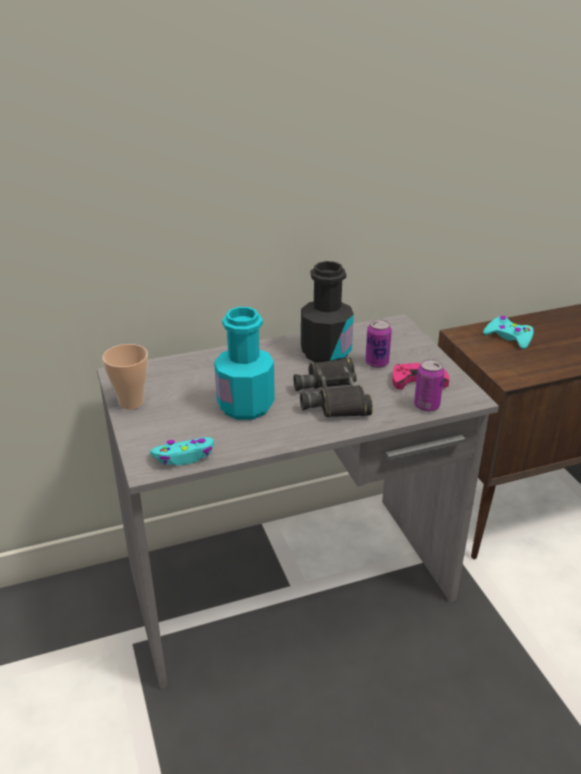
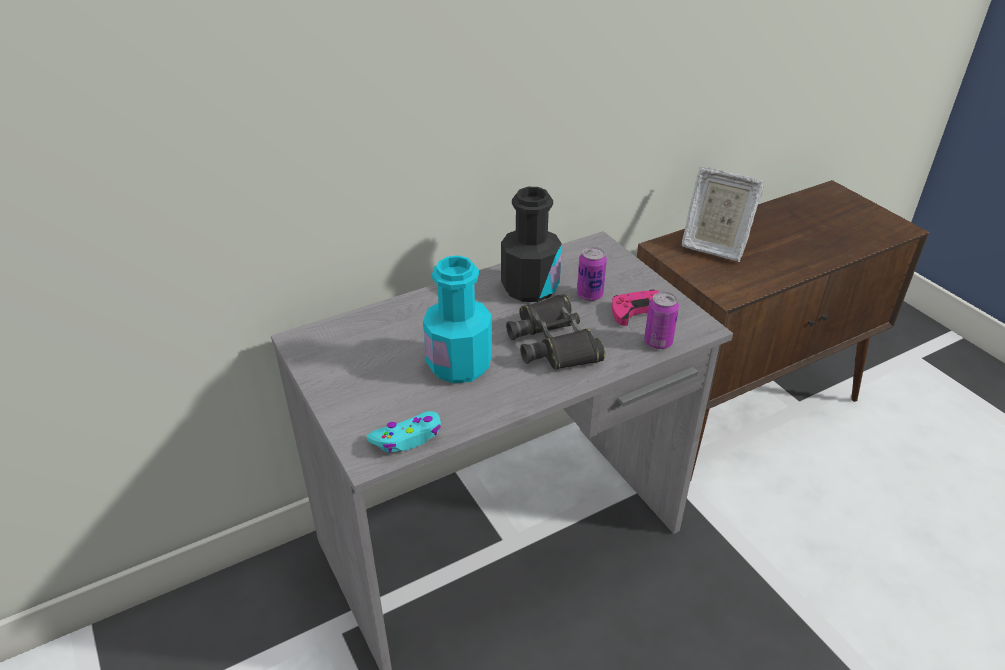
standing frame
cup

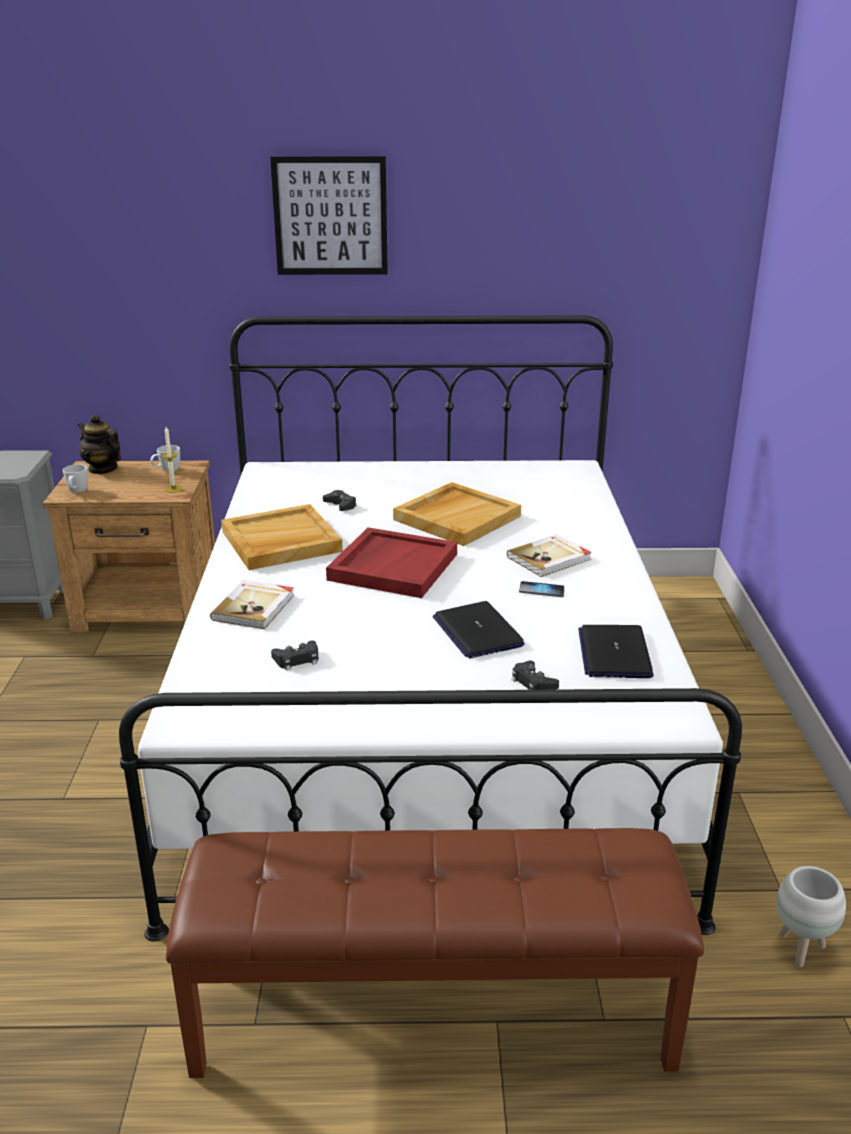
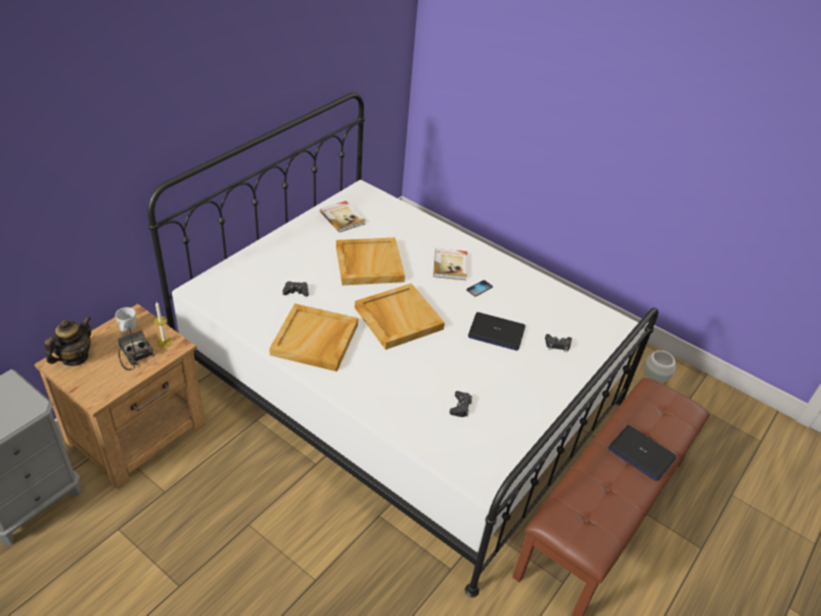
pot for tea
radio receiver
volume (1st from left)
serving tray (sand-coloured) (3rd from left)
laptop (2nd from left)
mug (white) (1st from left in the first image)
wall picture

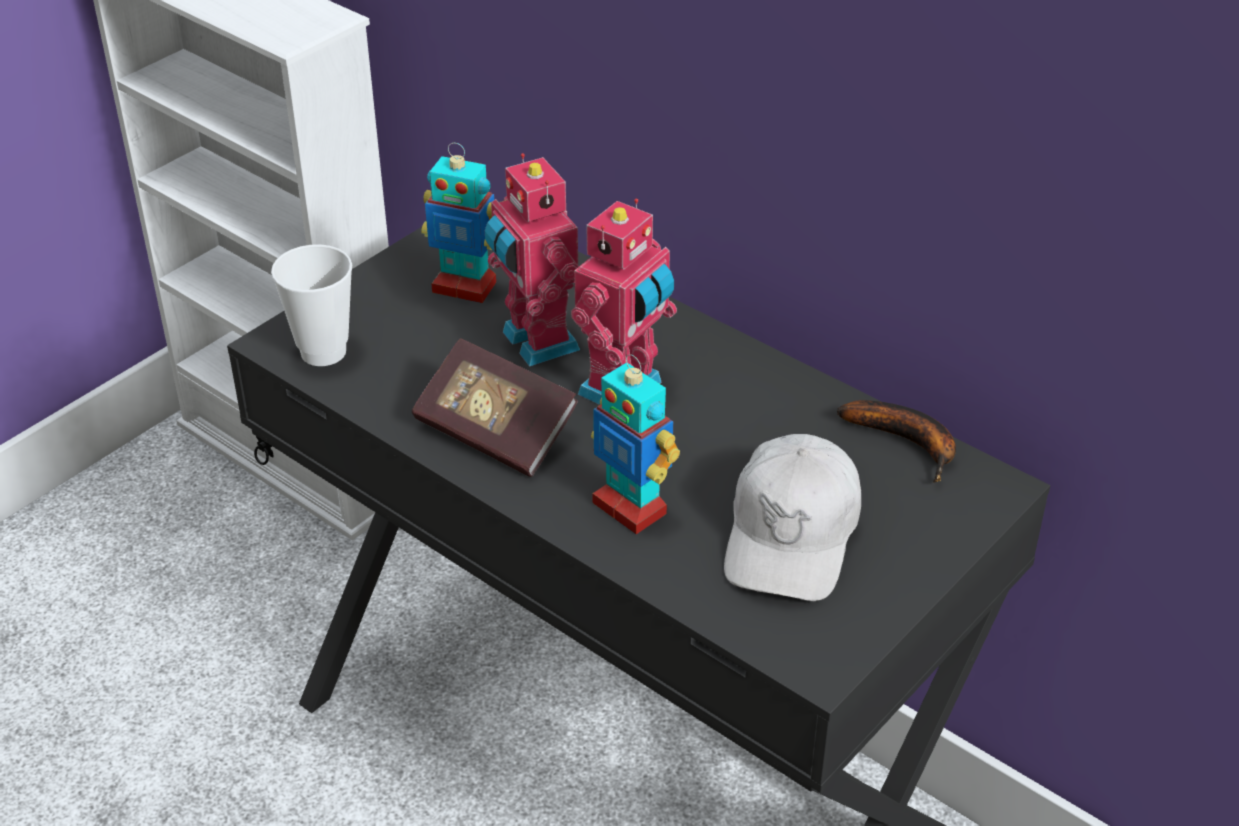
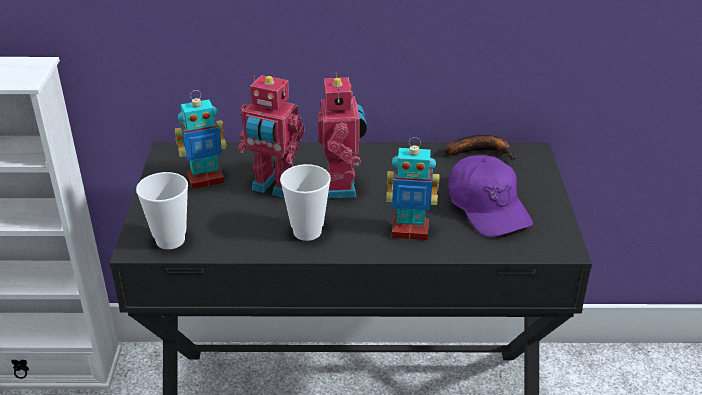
cup (2nd from left)
cap (purple)

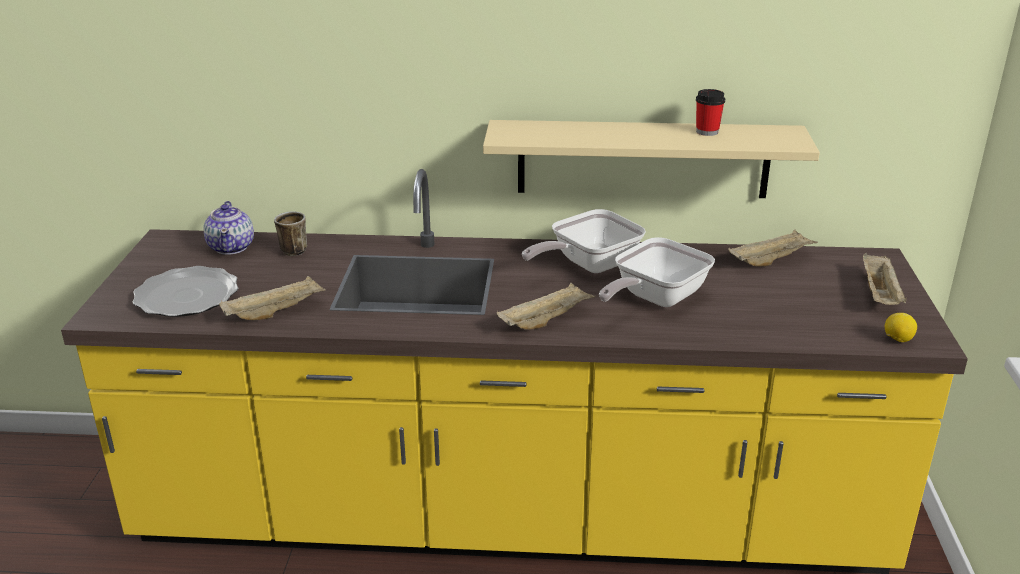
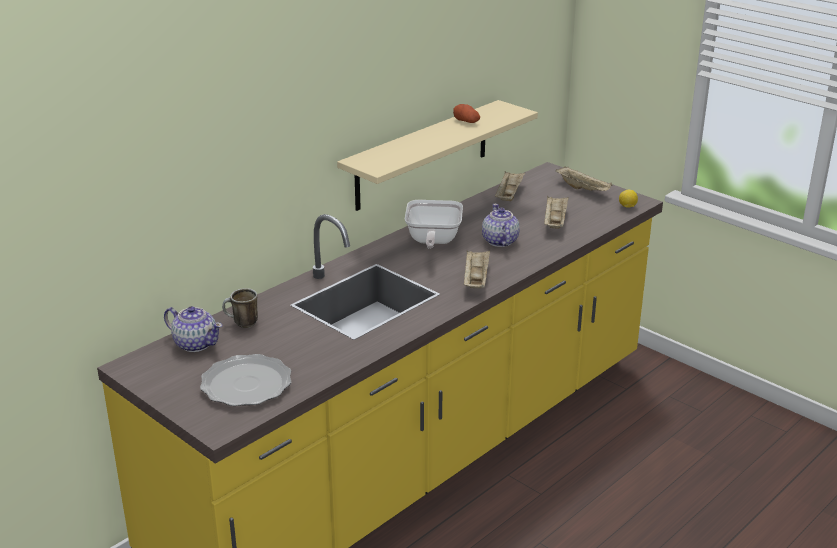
potato
pot for tea (2nd from left)
serving tray (sand-coloured) (3rd from left)

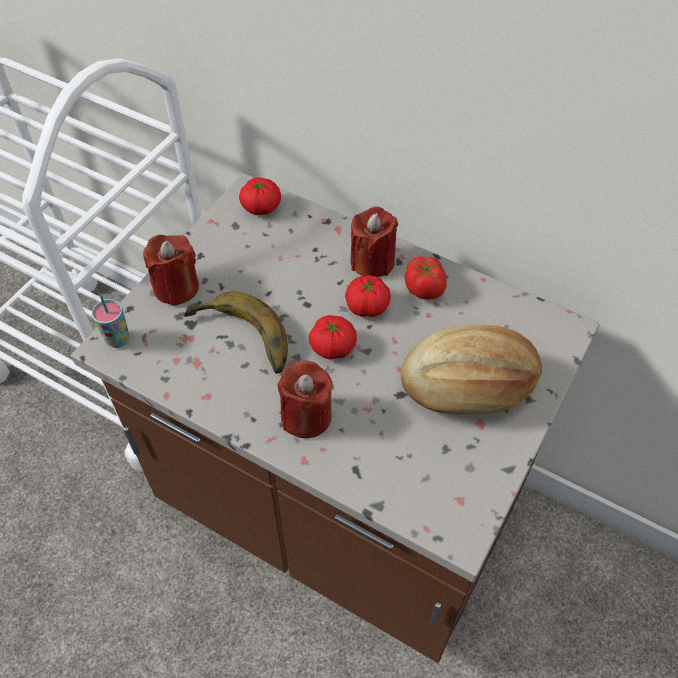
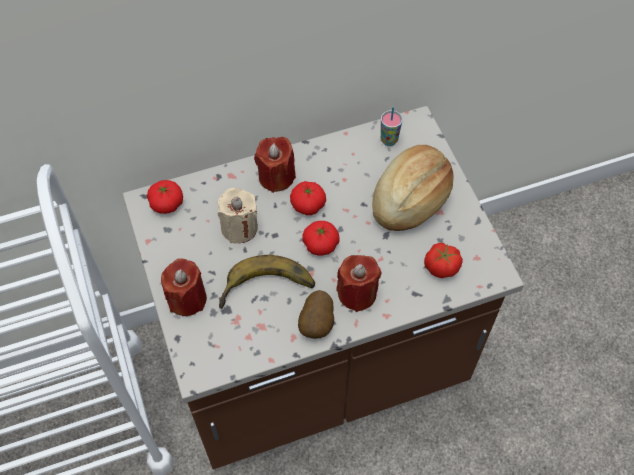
wax light (sand-coloured)
potato
cup
fresh tomato (4th from left)

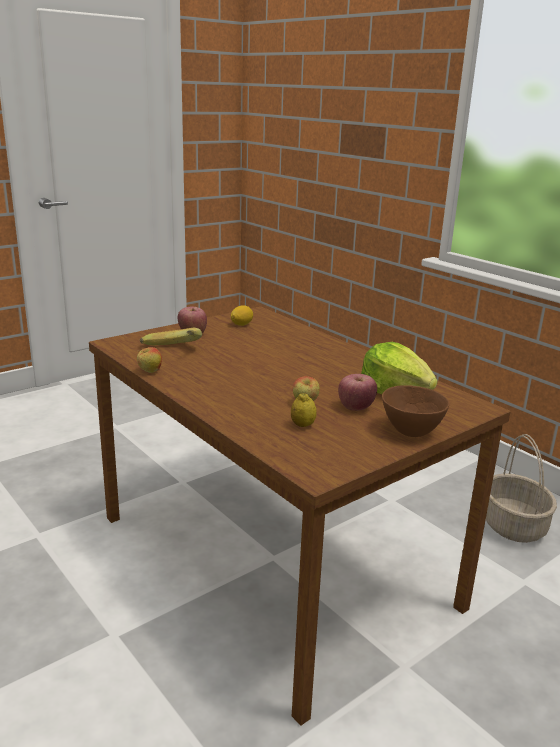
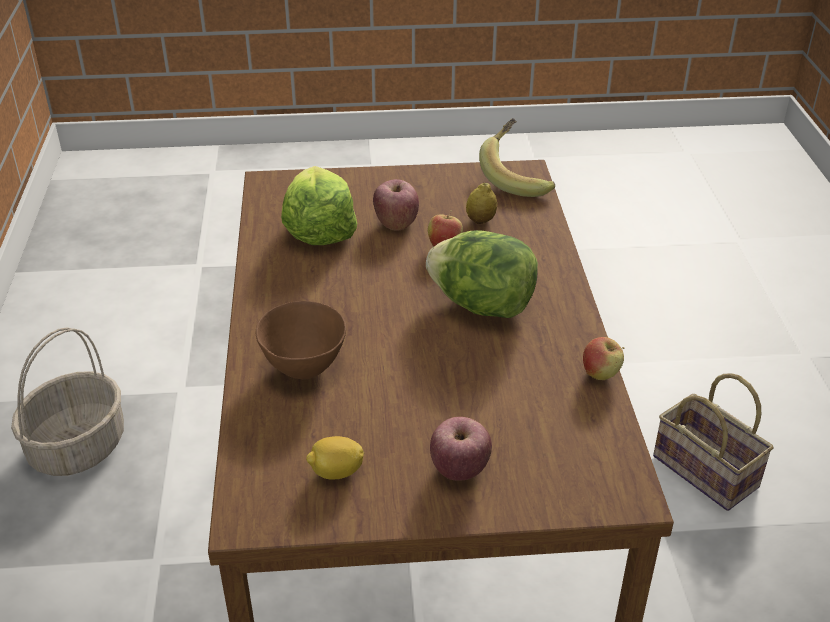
serving bowl (brown-coloured)
lettuce head (2nd from left)
banana fruit
storage basket (2nd from left)

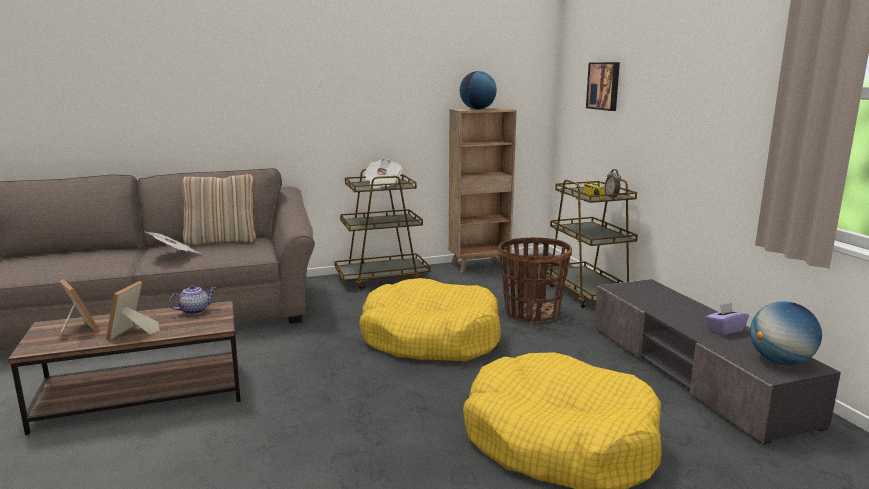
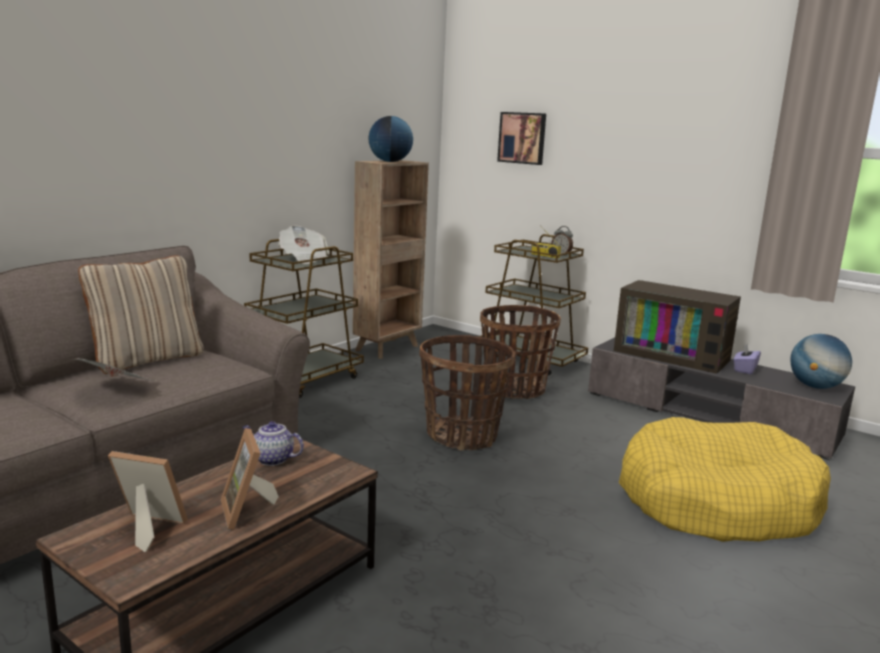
pot for tea
storage basket (1st from left)
TV

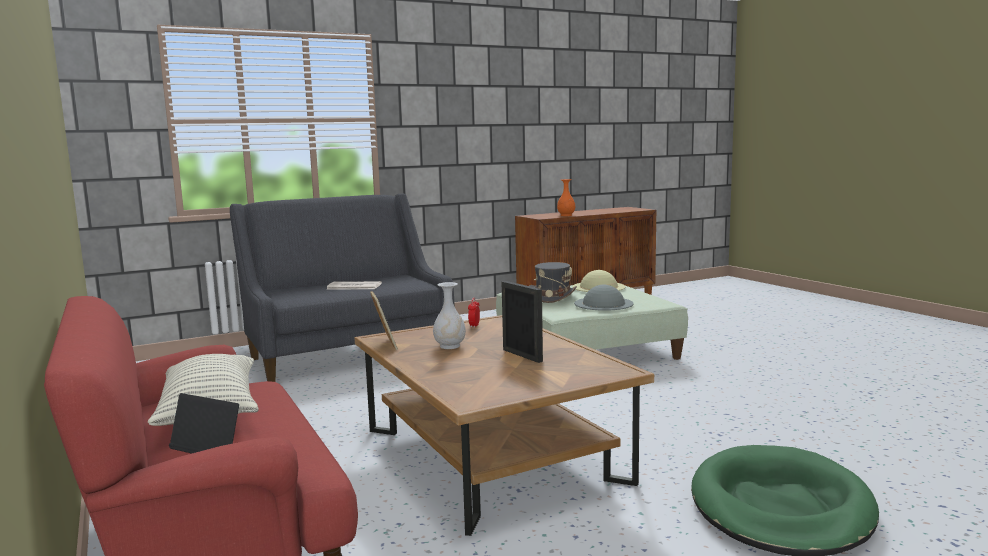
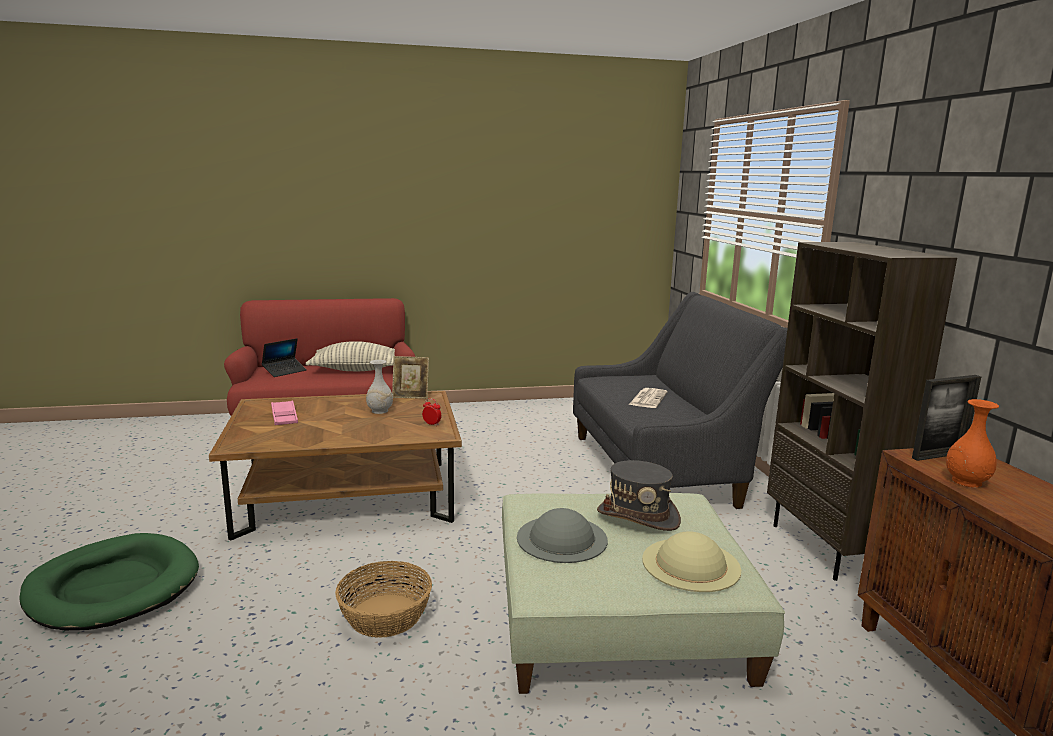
serving tray (pink)
storage basket
bookshelf (brown-coloured)
standing frame (2nd from left)

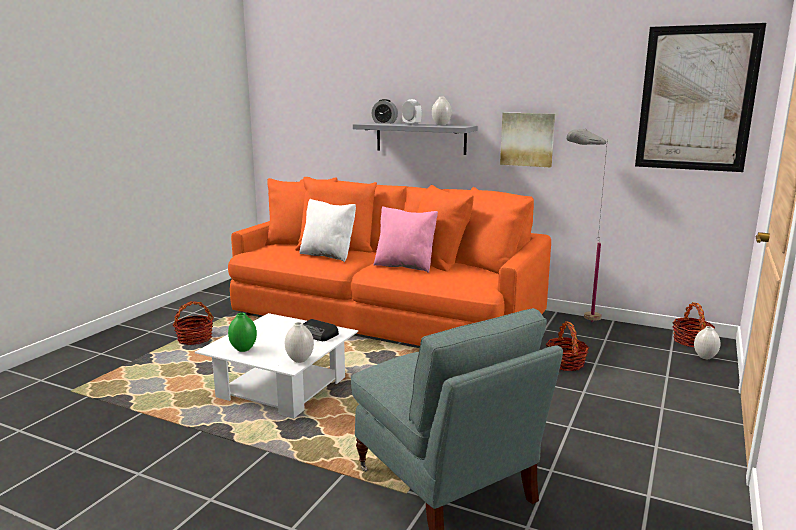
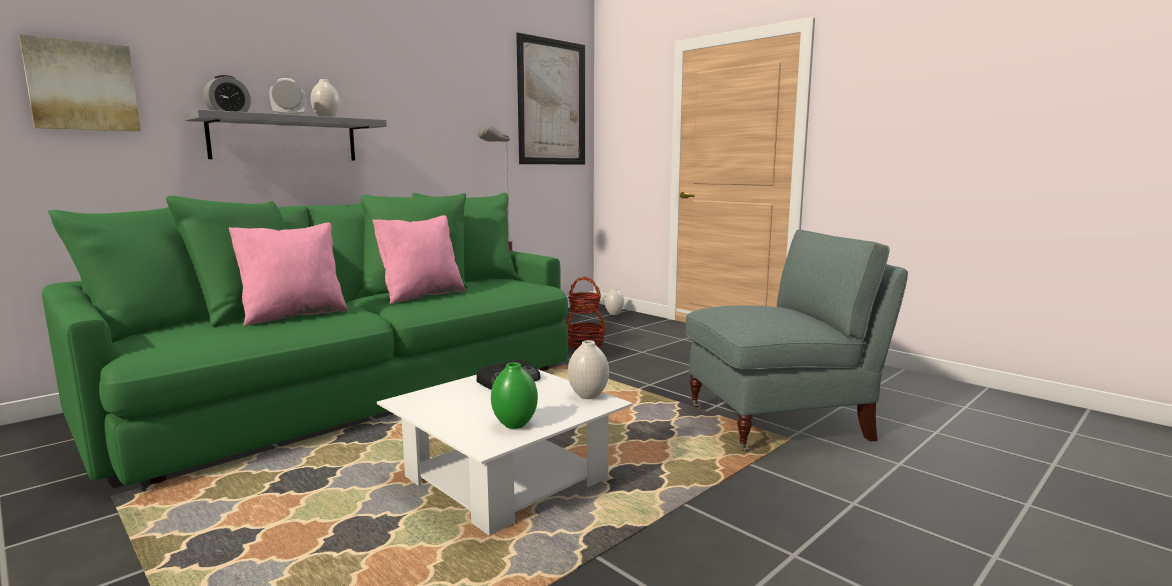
wall picture (1st from left)
settee (greenish)
cushion (pink) (1st from left)
storage basket (1st from left in the first image)

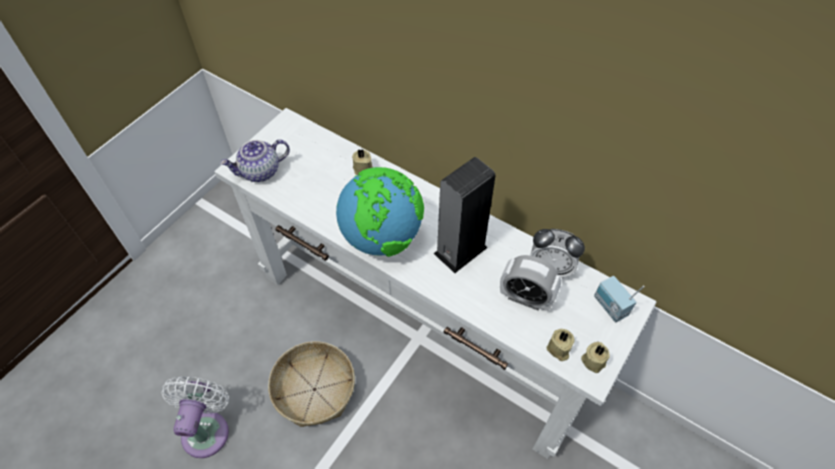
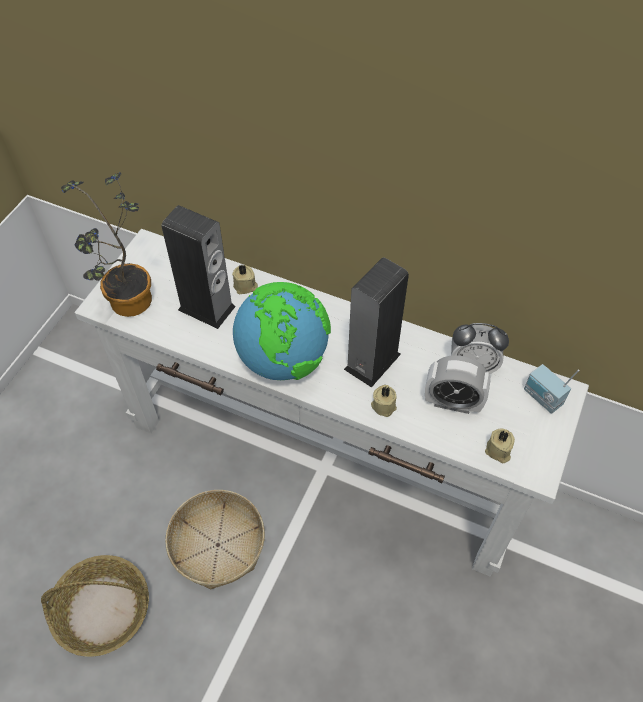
storage basket (1st from left)
plant in a pot
audio speaker (1st from left)
wax light (sand-coloured) (2nd from left)

